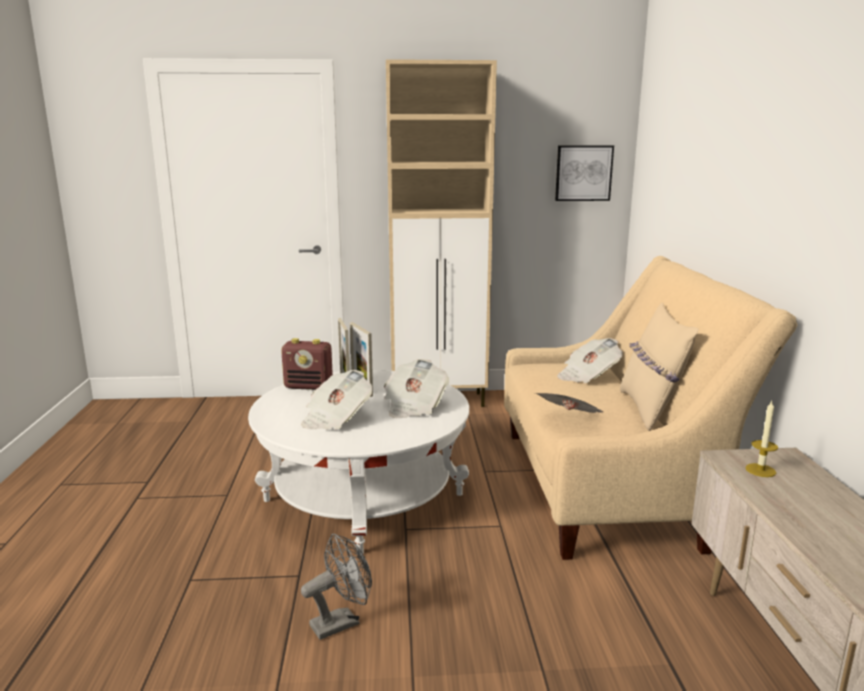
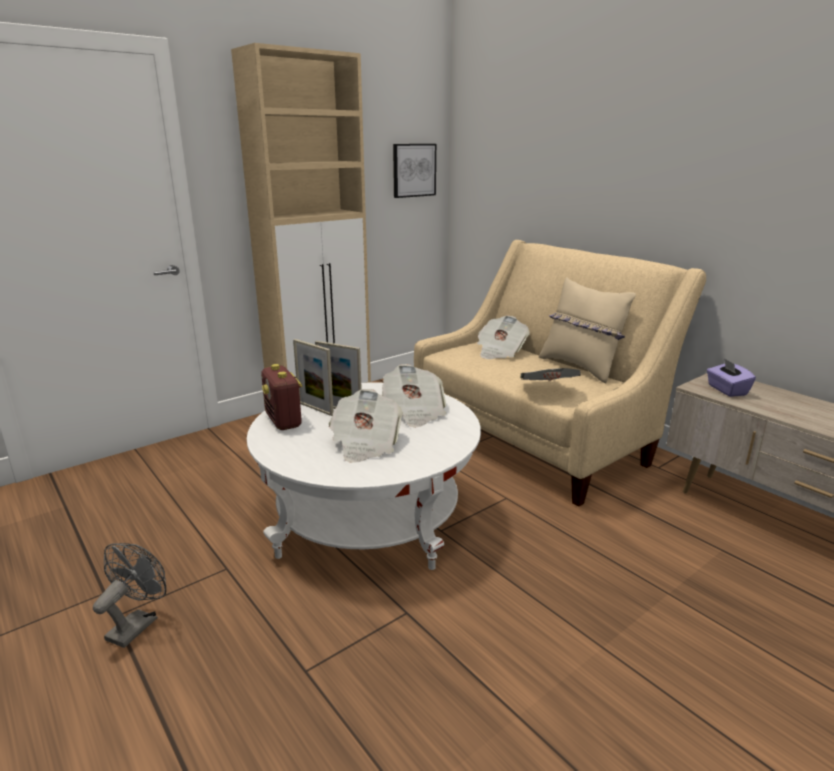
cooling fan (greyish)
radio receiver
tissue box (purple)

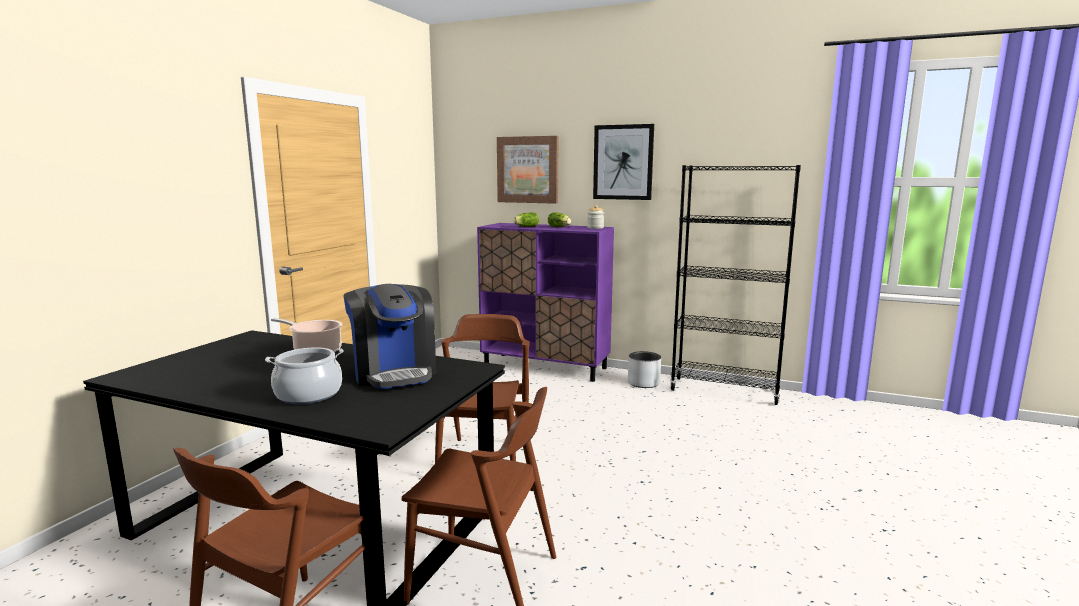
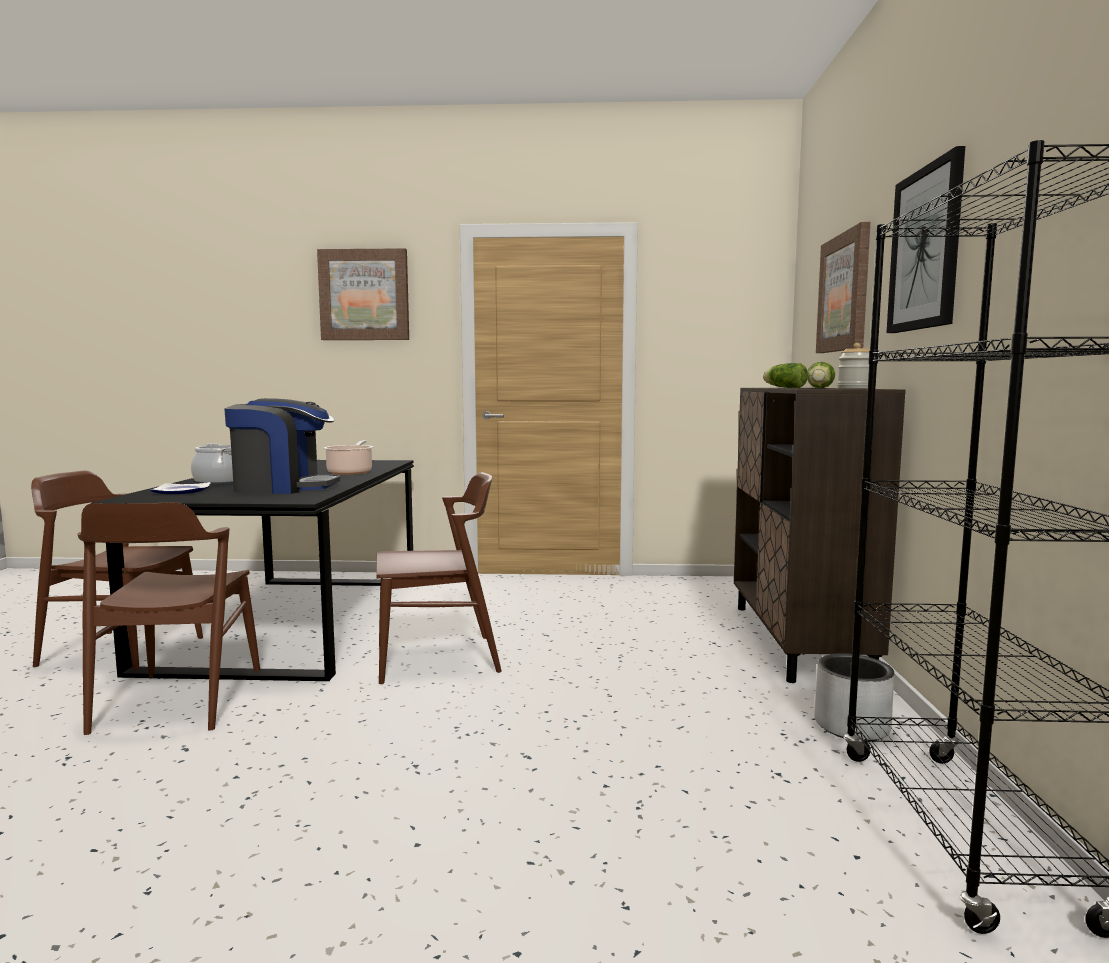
plate
coffee maker
wall picture (1st from left)
cabinet (brown-coloured)

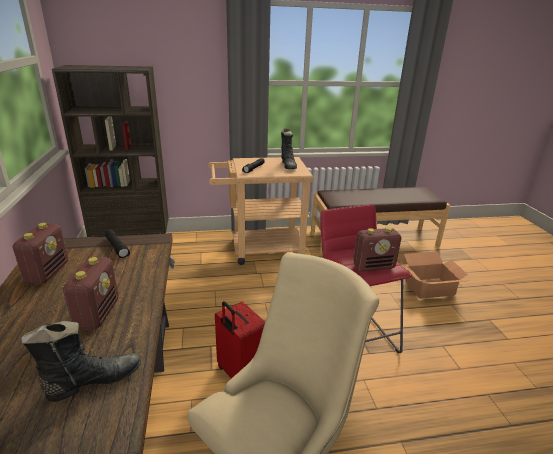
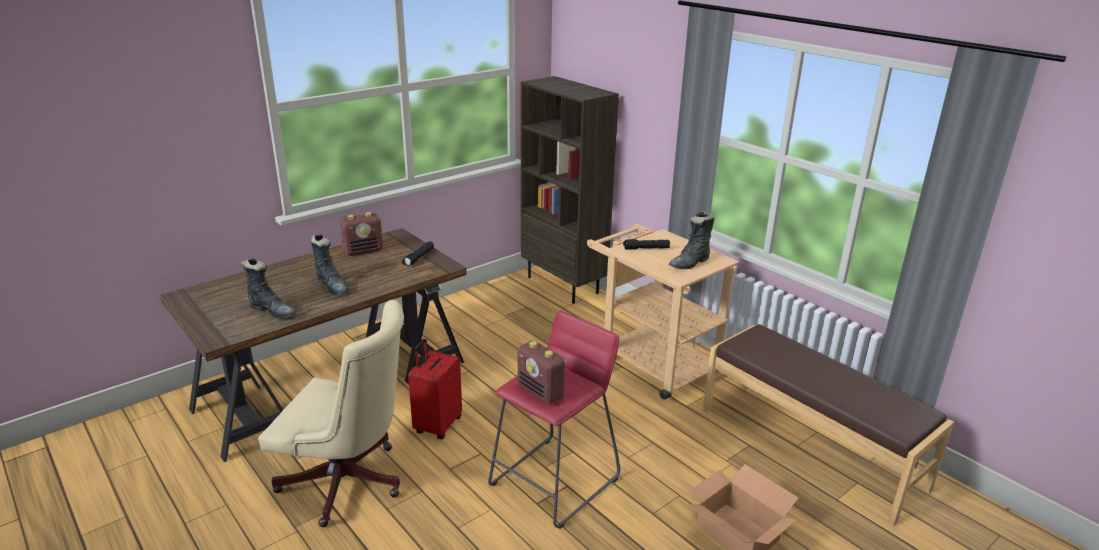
boot (black-coloured) (2nd from left)

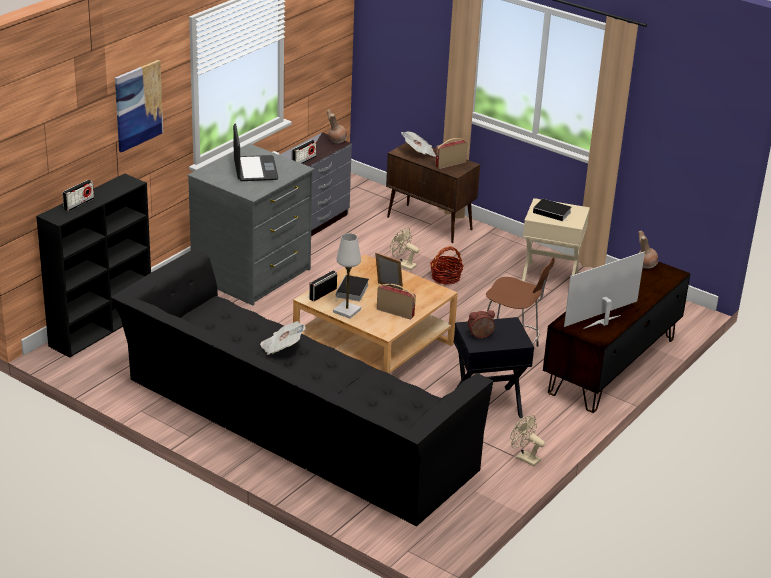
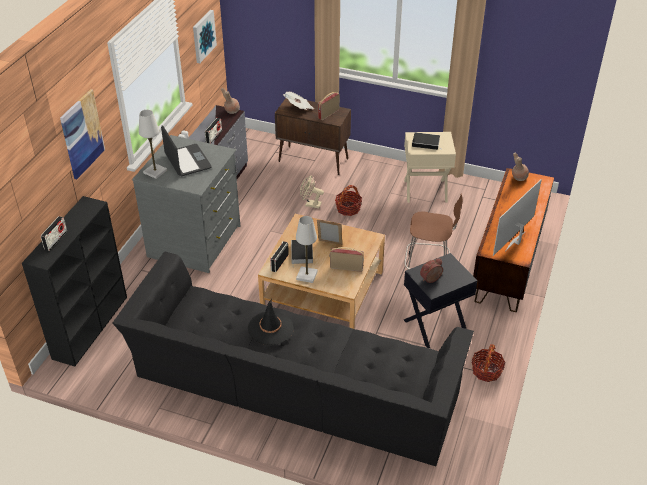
tabletop lamp (white) (1st from left)
wall picture (2nd from left)
hat (black-coloured)
storage basket (2nd from left)

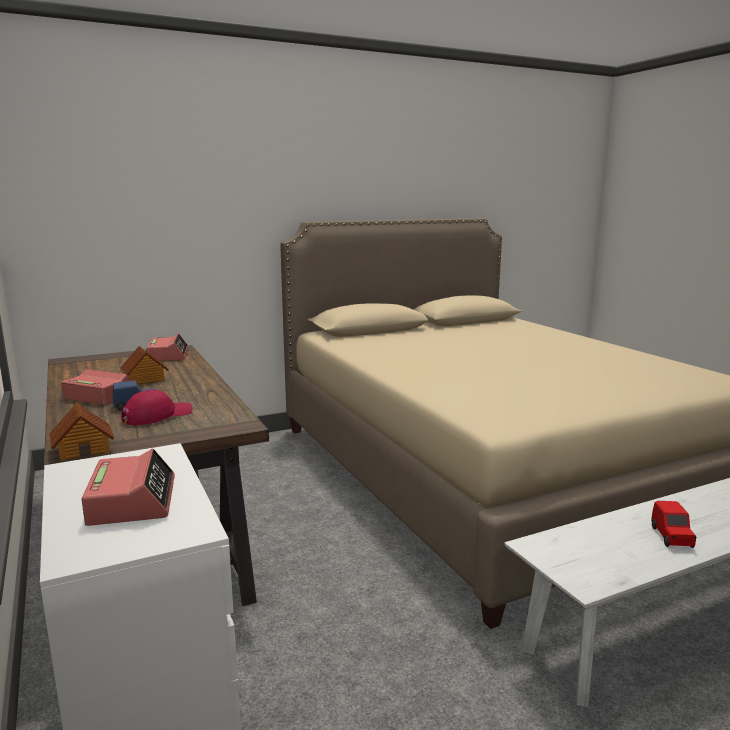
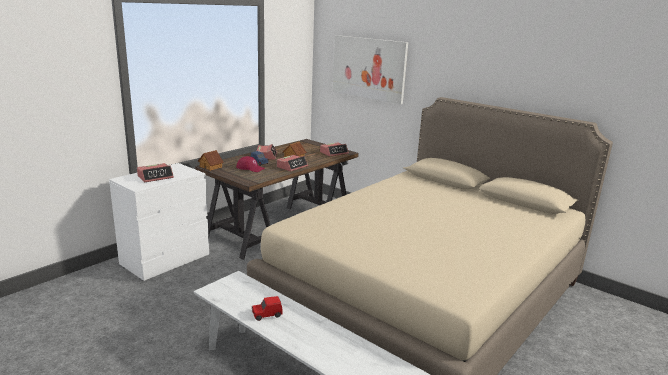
alarm clock (3rd from left)
wall picture

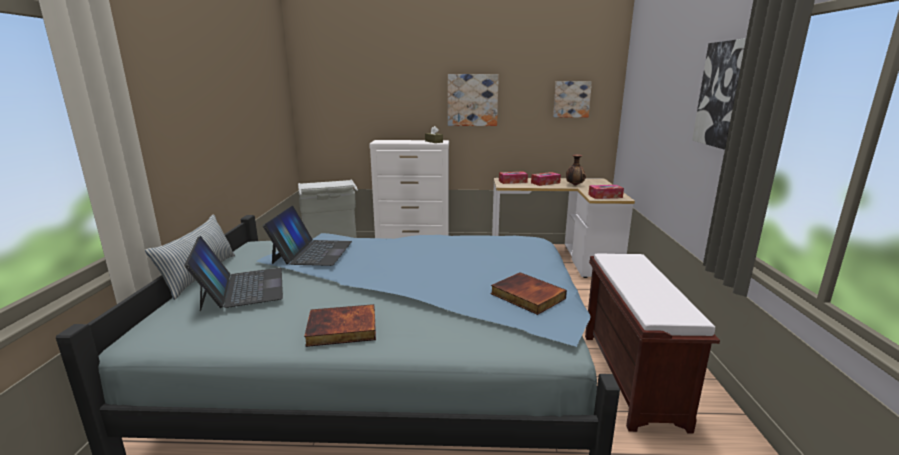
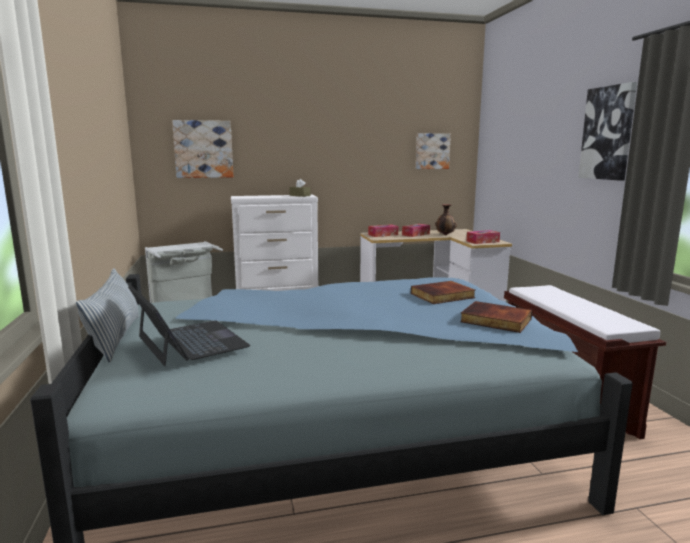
wall picture (1st from left)
volume (1st from left)
laptop (2nd from left in the first image)

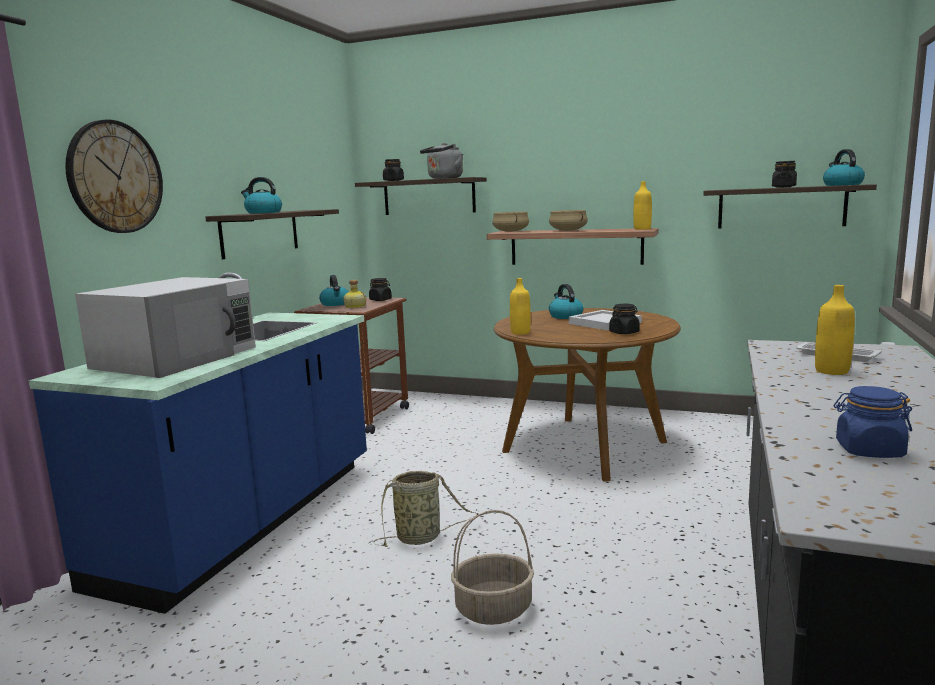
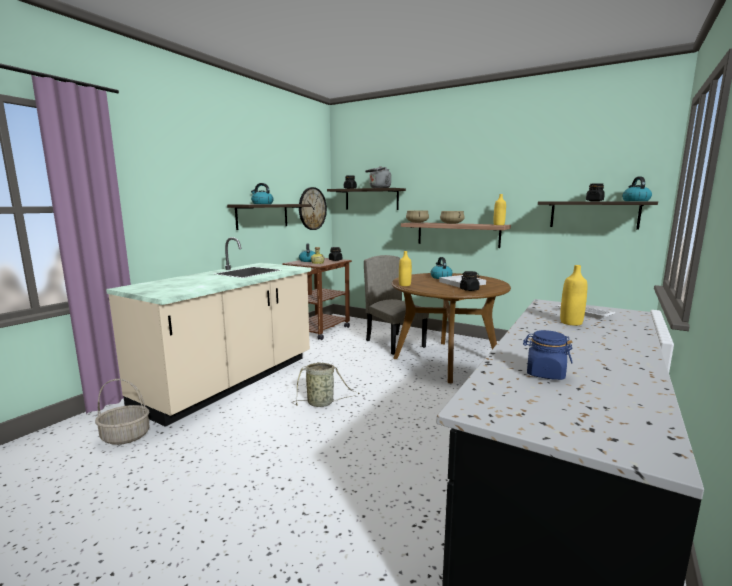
storage basket (1st from left)
counter (sand-coloured)
hanging clock
chair (sand-coloured)
microwave oven (white)

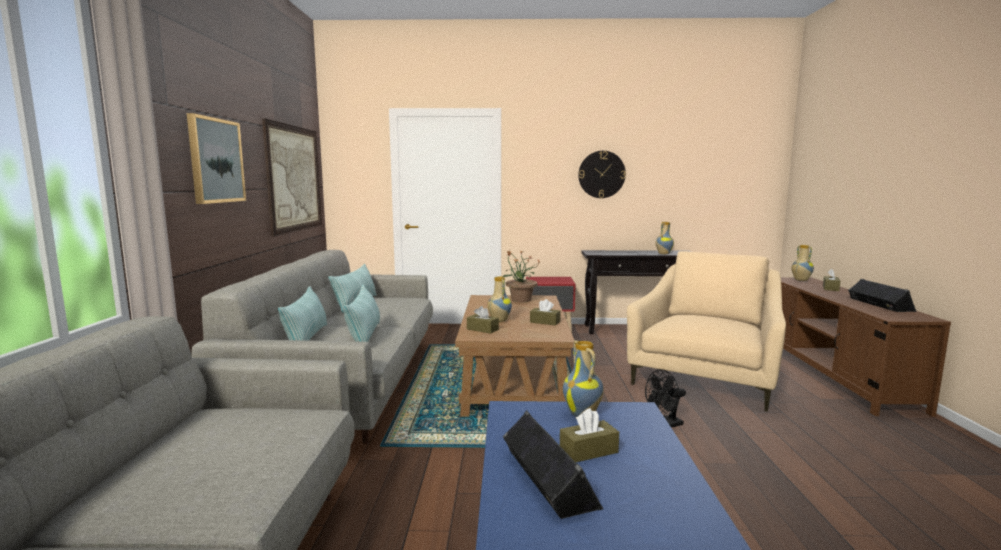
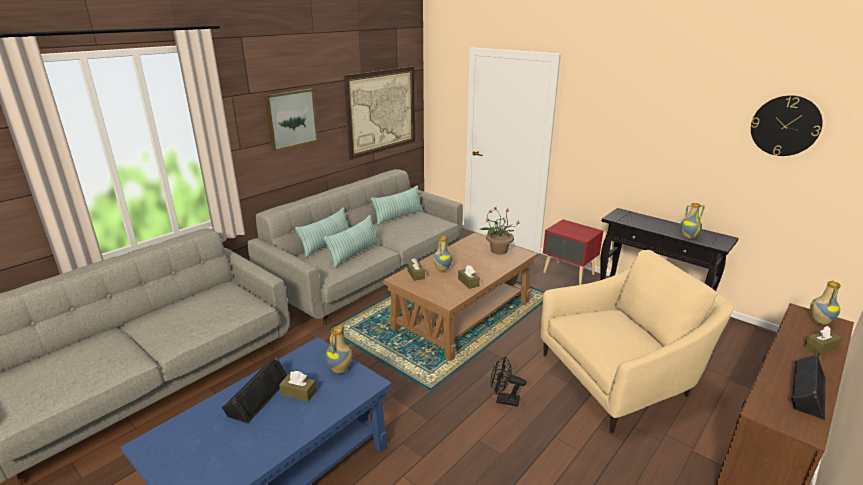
hanging clock

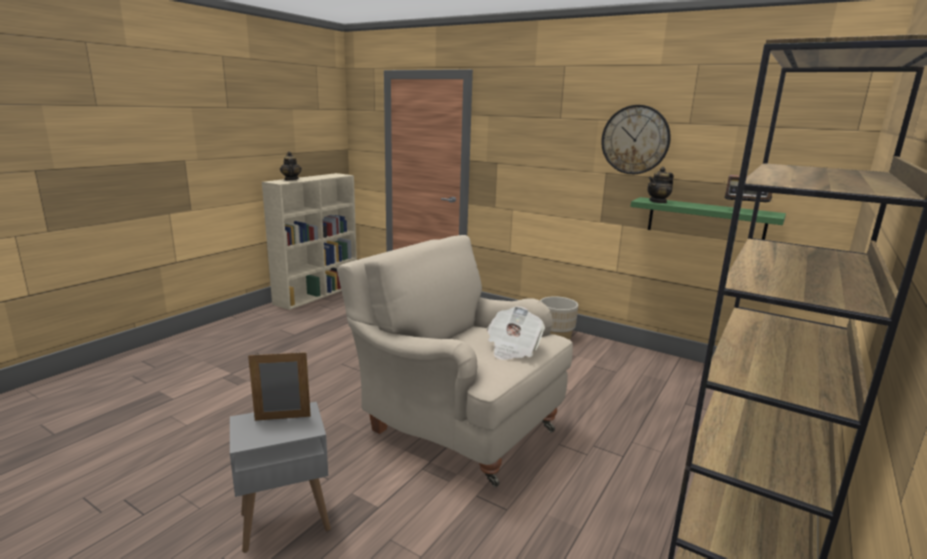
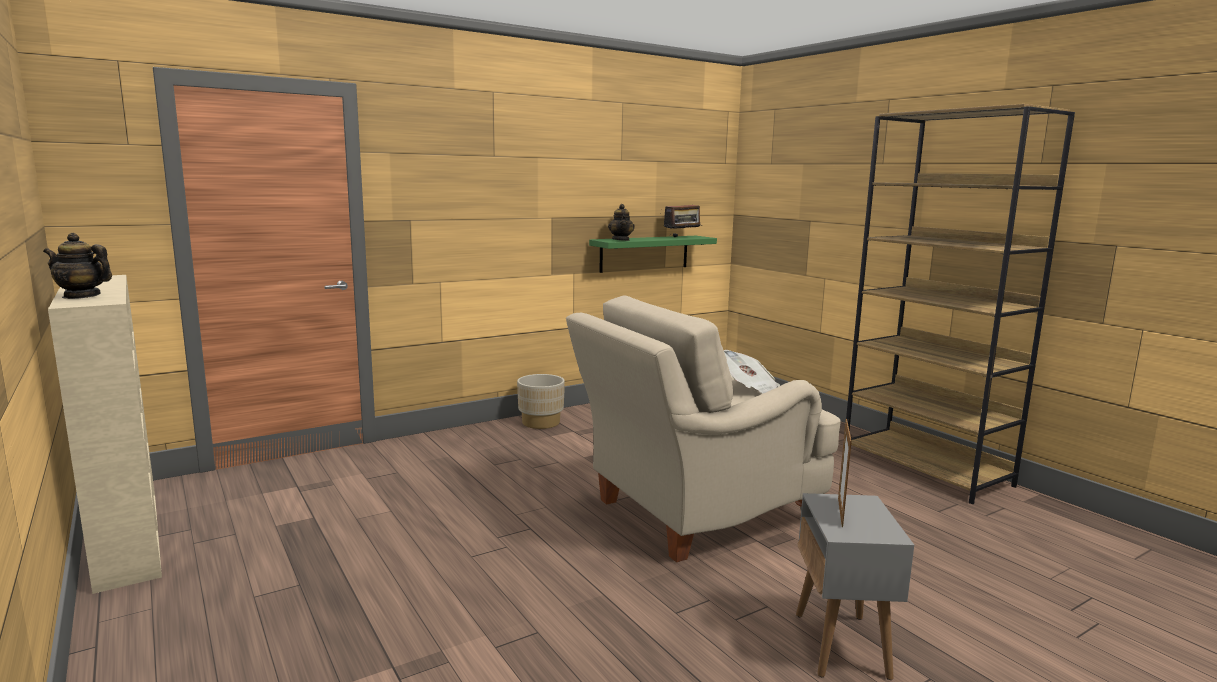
hanging clock

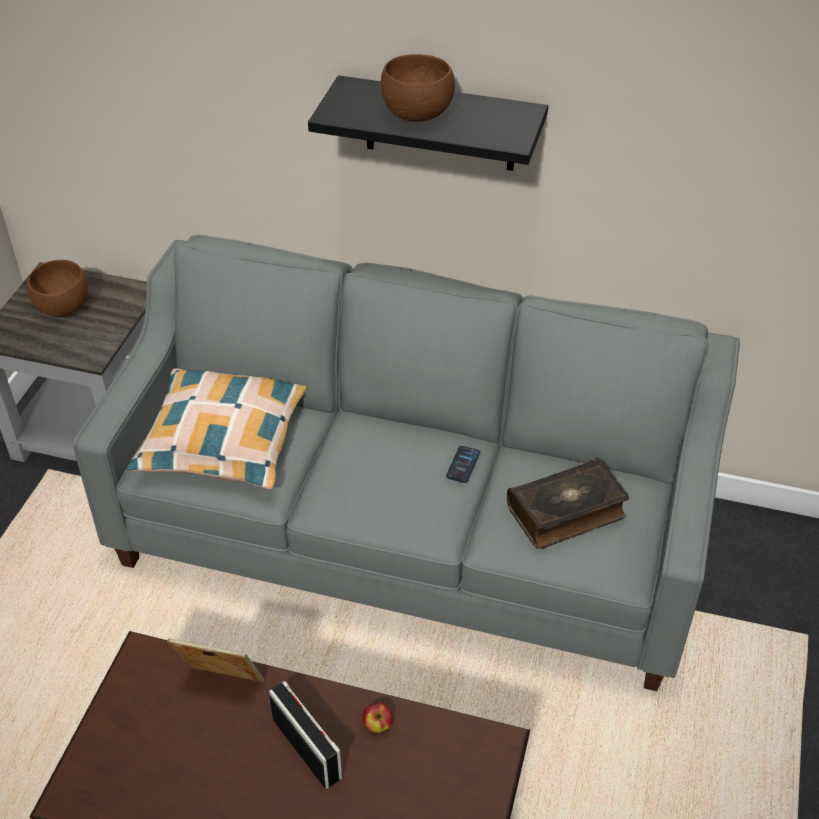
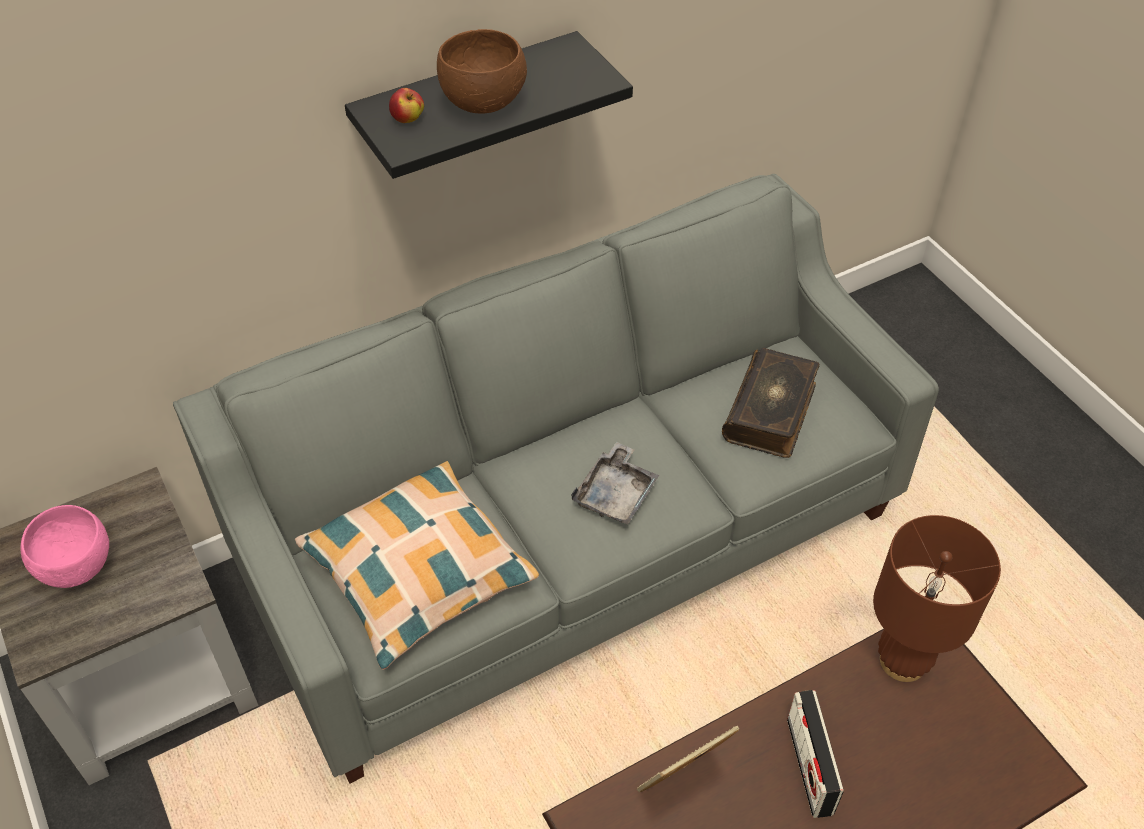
serving bowl (pink)
apple fruit
serving tray (greyish)
radio receiver
tabletop lamp (brown-coloured)
telephone

